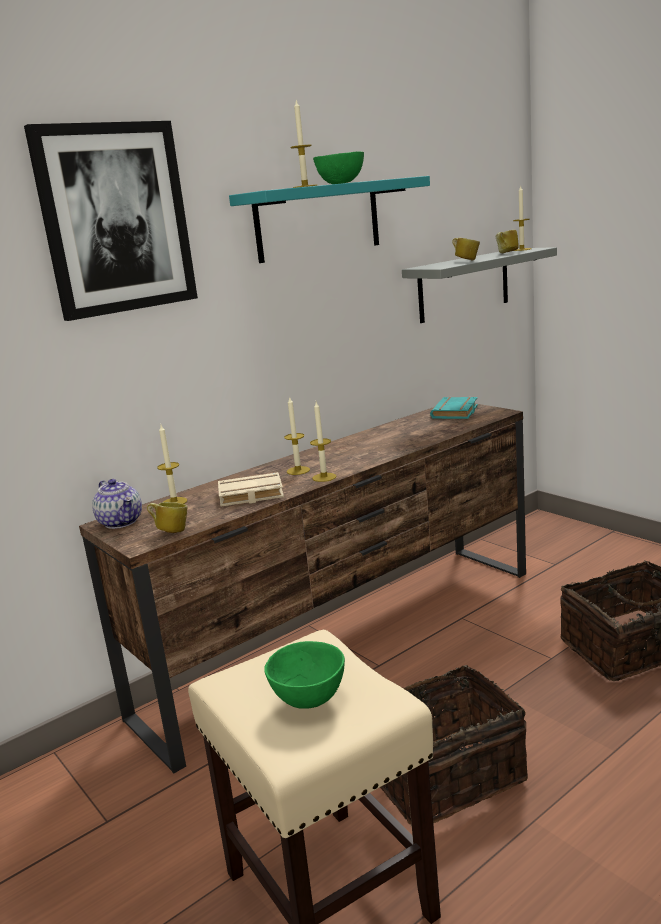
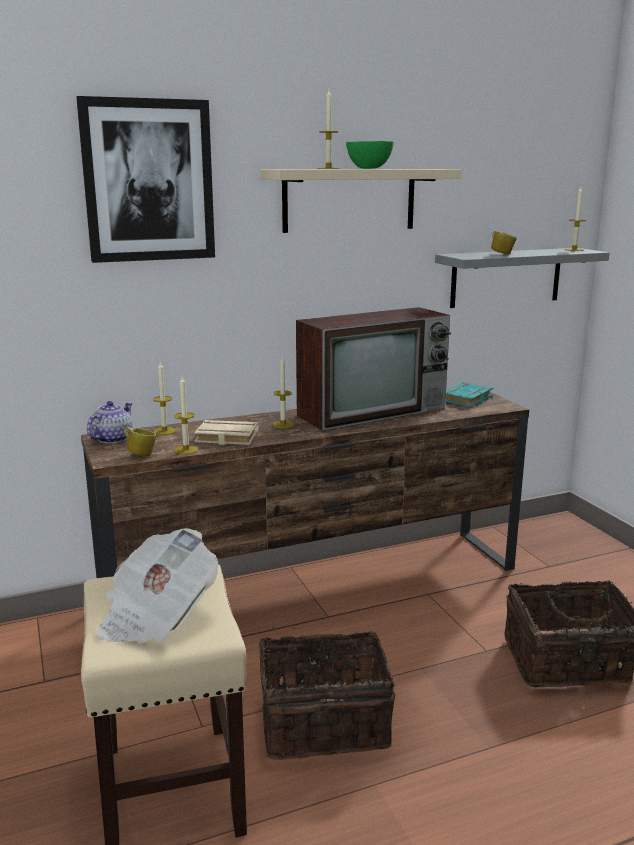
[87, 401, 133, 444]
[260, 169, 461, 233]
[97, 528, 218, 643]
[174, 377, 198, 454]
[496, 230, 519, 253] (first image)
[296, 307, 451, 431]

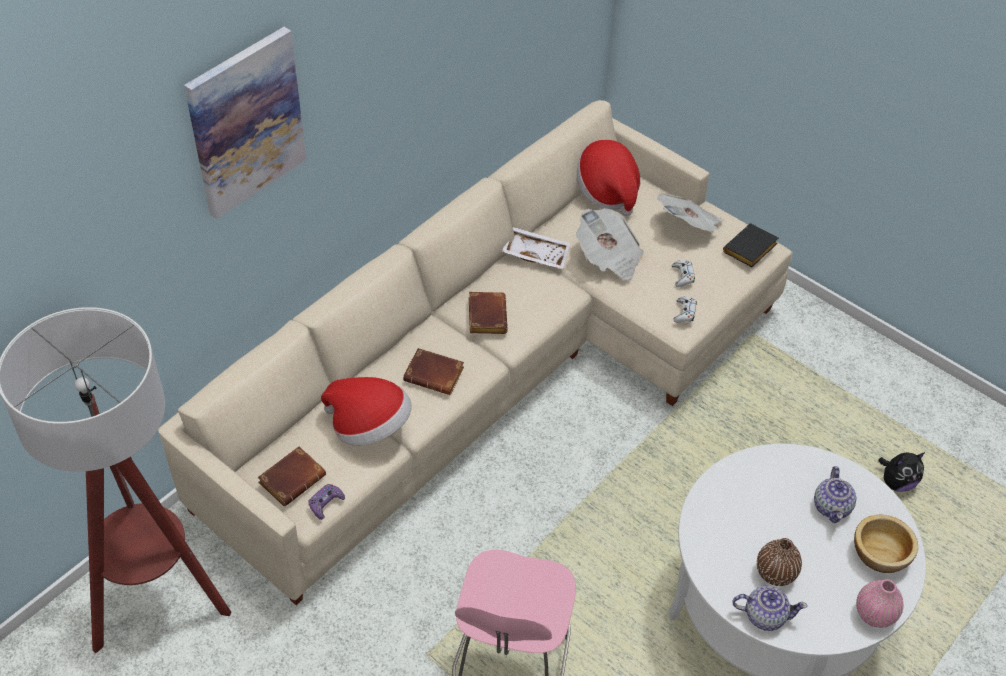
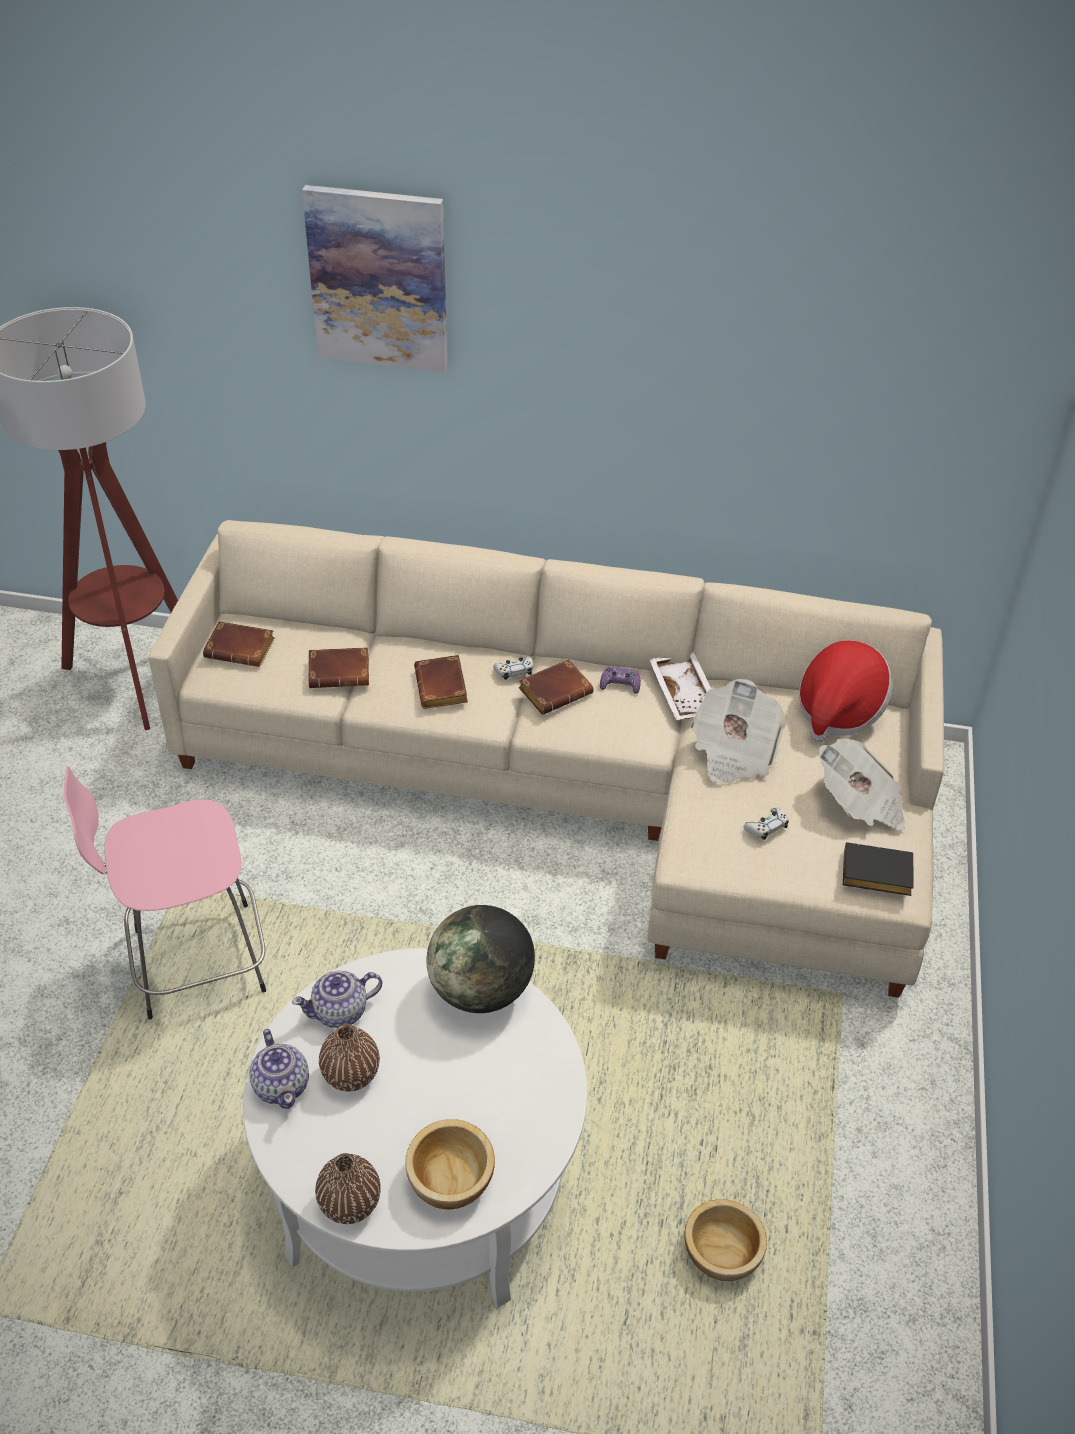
[600, 667, 641, 694]
[308, 647, 369, 688]
[493, 657, 533, 680]
[292, 970, 382, 1028]
[315, 1153, 381, 1224]
[684, 1199, 767, 1281]
[427, 905, 535, 1013]

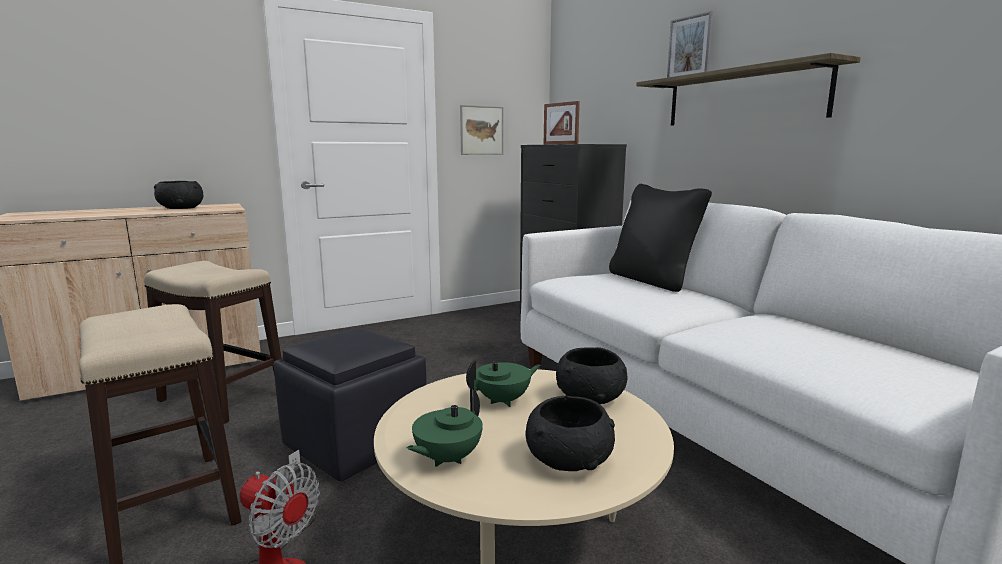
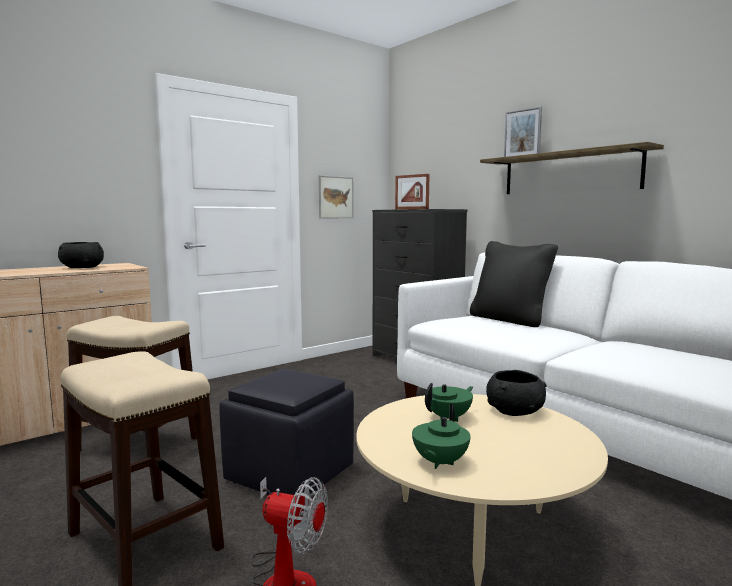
[525, 396, 615, 471] (first image)

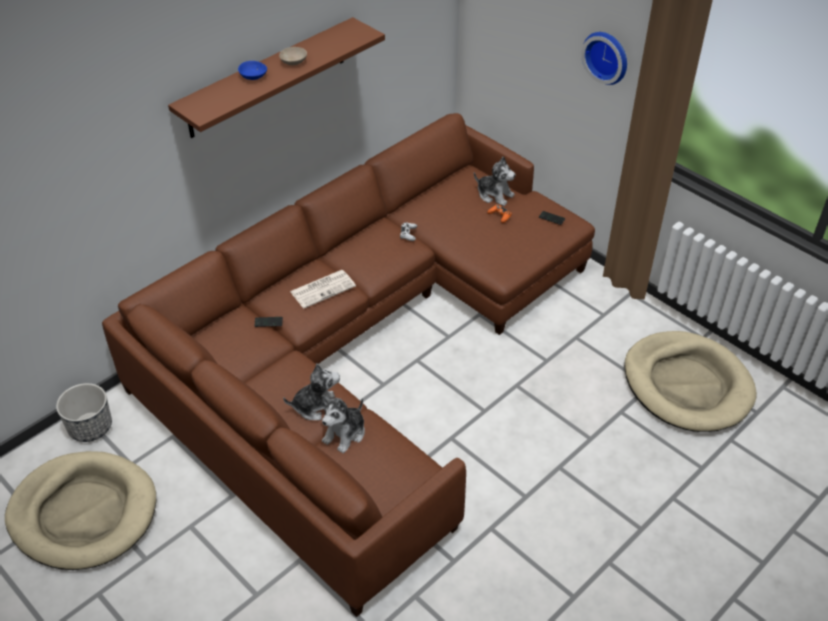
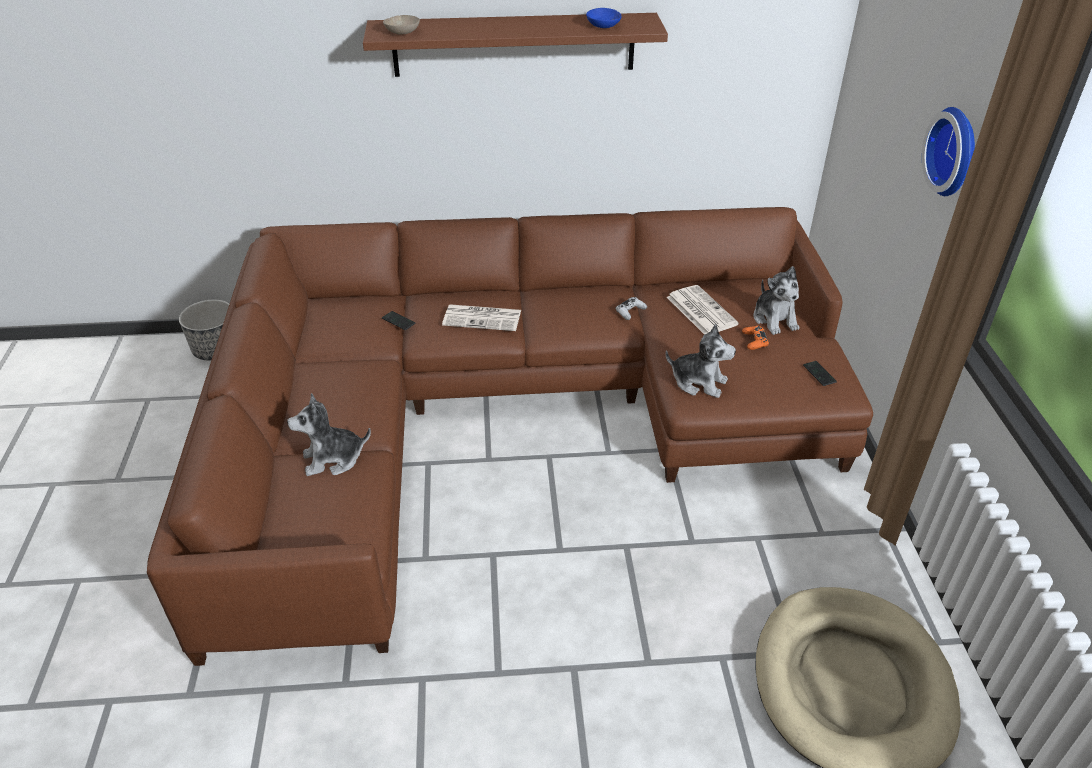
[5, 451, 156, 570] (first image)
[586, 8, 622, 28]
[383, 15, 420, 34]
[665, 324, 736, 398]
[667, 285, 739, 334]

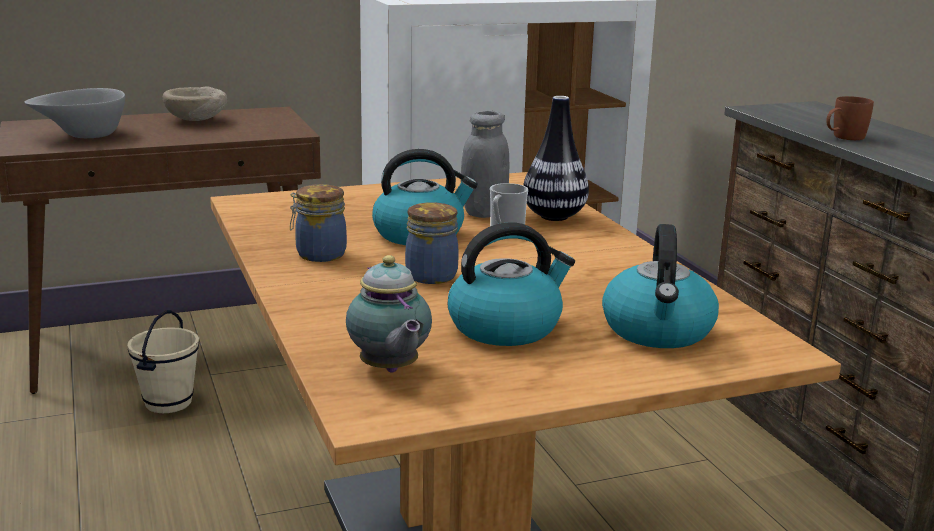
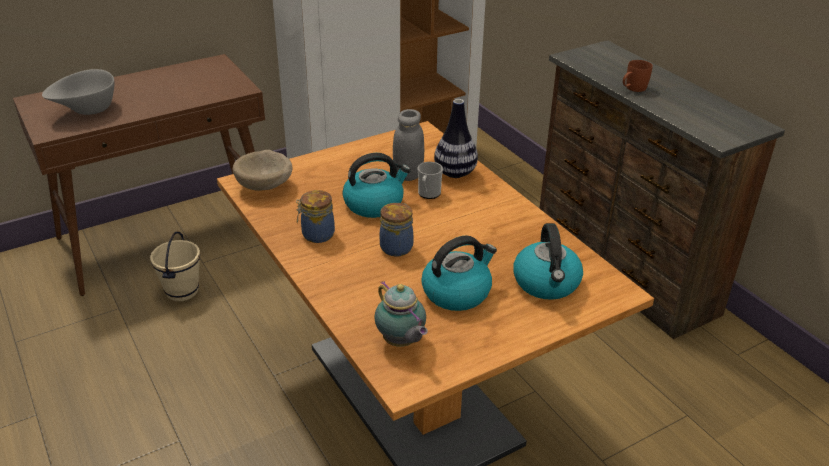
[233, 150, 293, 191]

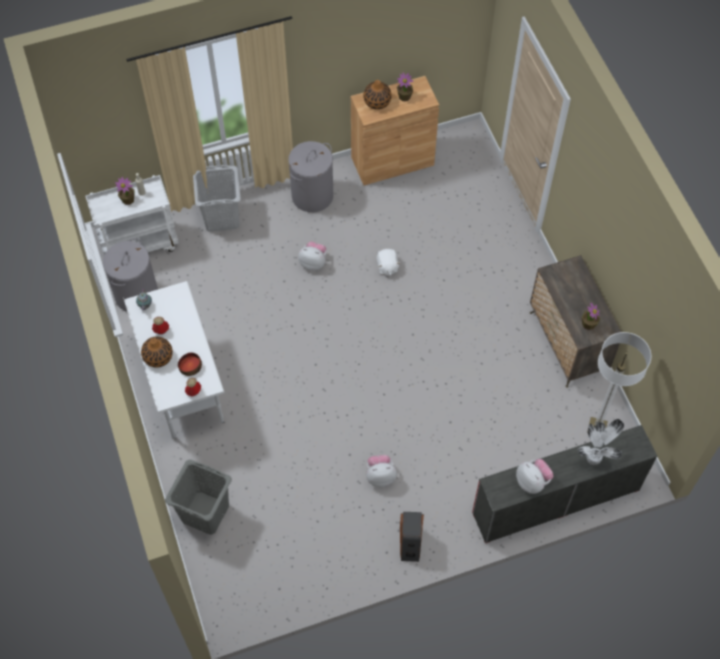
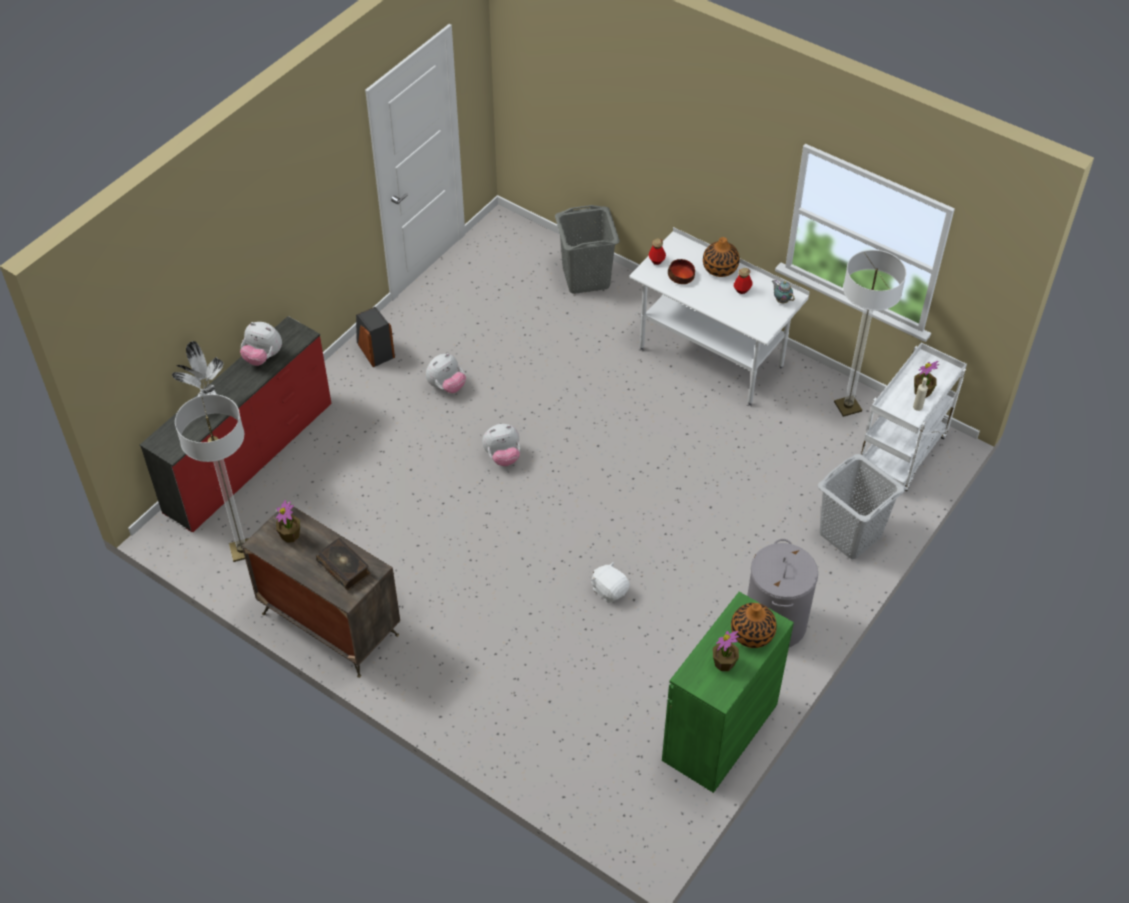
[834, 250, 907, 417]
[482, 424, 520, 466]
[662, 592, 794, 793]
[316, 538, 371, 590]

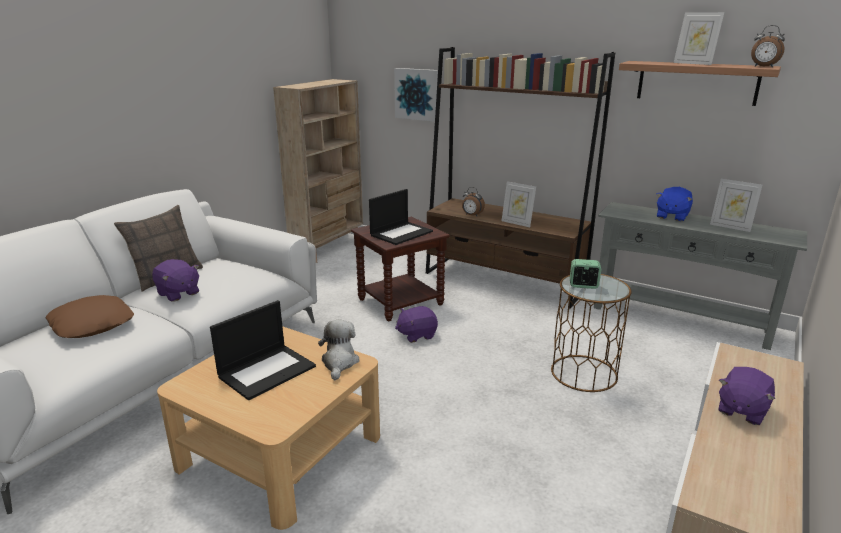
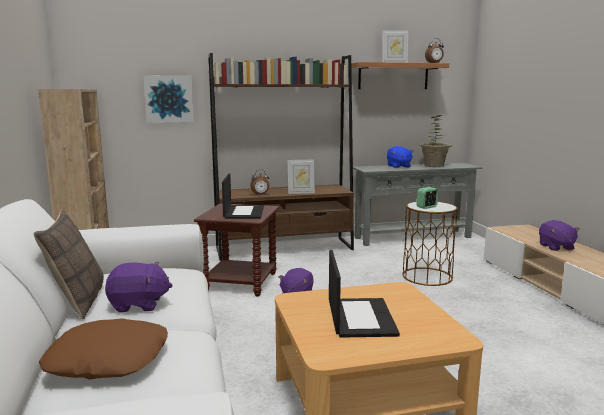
[318, 319, 360, 380] (first image)
[419, 115, 452, 167]

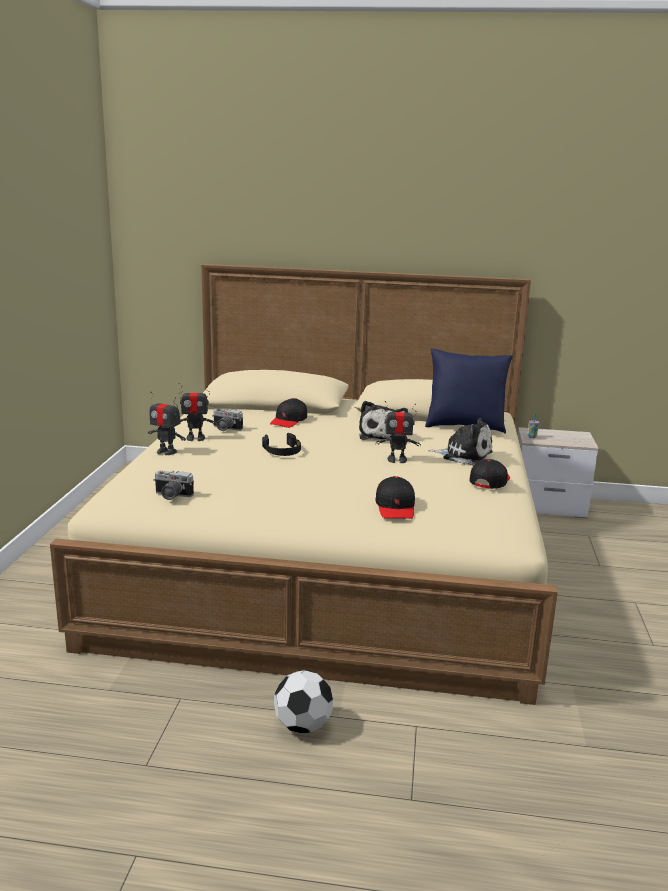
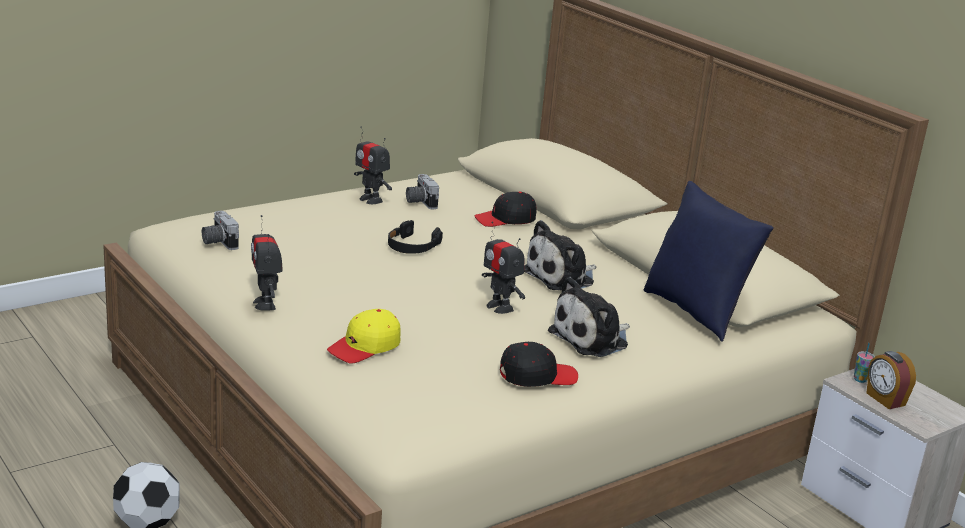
[251, 215, 283, 311]
[327, 309, 400, 364]
[548, 277, 630, 357]
[867, 351, 916, 409]

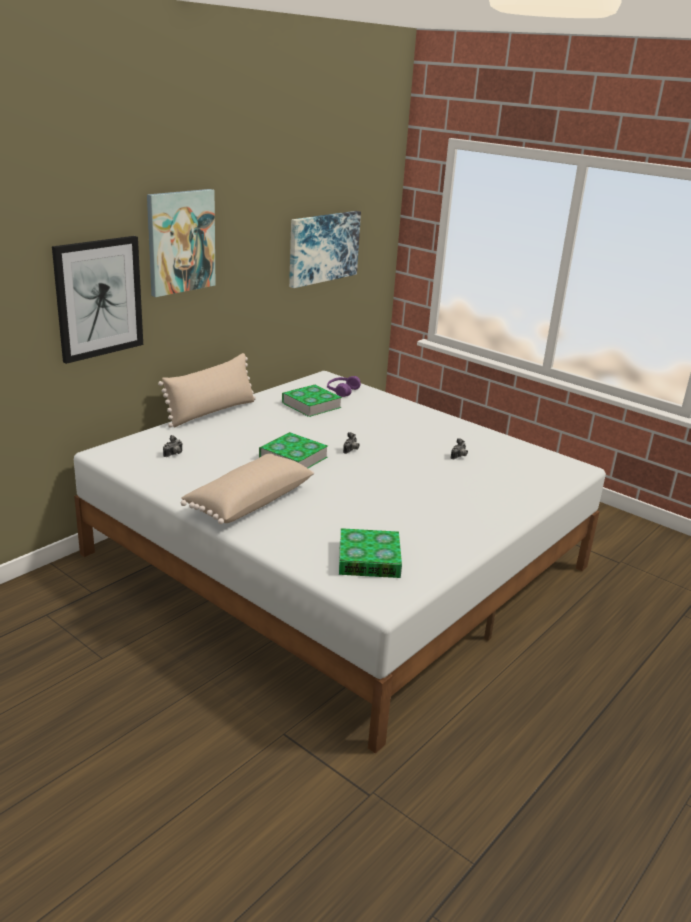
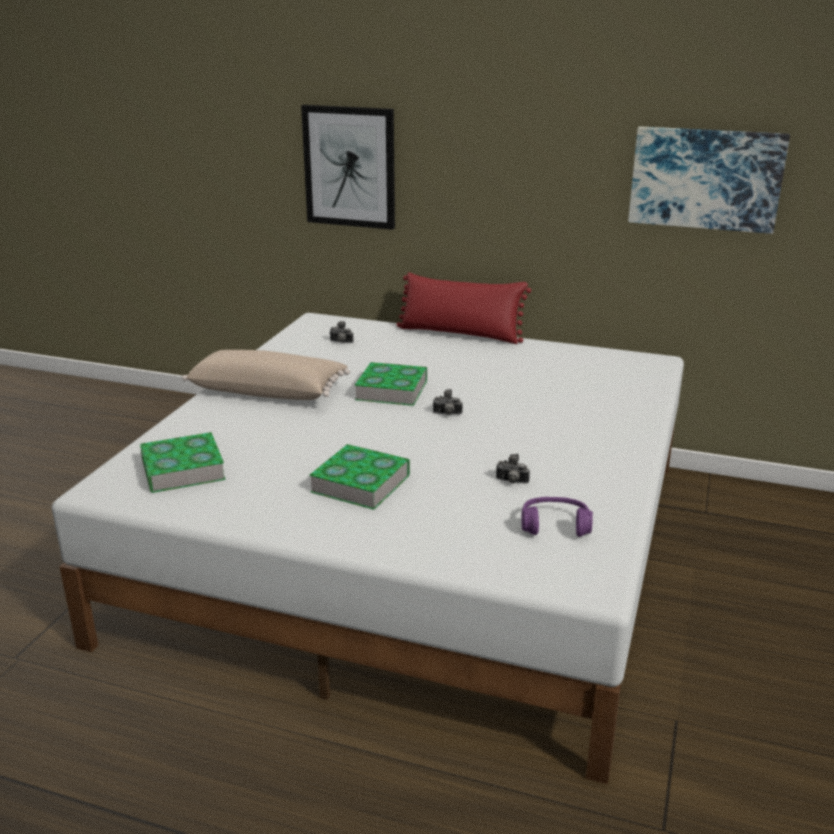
[147, 189, 215, 297] (first image)
[396, 272, 531, 344]
[309, 444, 410, 510]
[521, 497, 593, 537]

